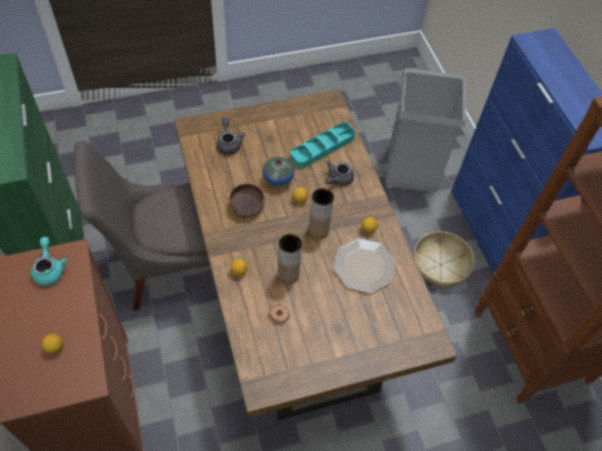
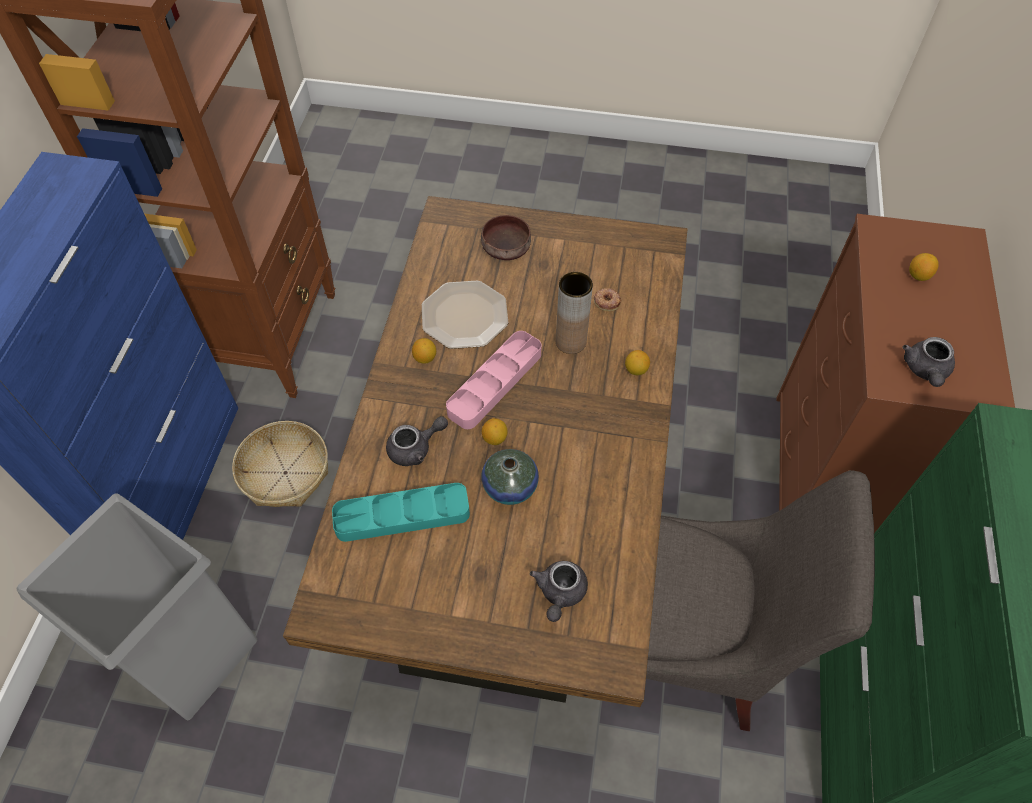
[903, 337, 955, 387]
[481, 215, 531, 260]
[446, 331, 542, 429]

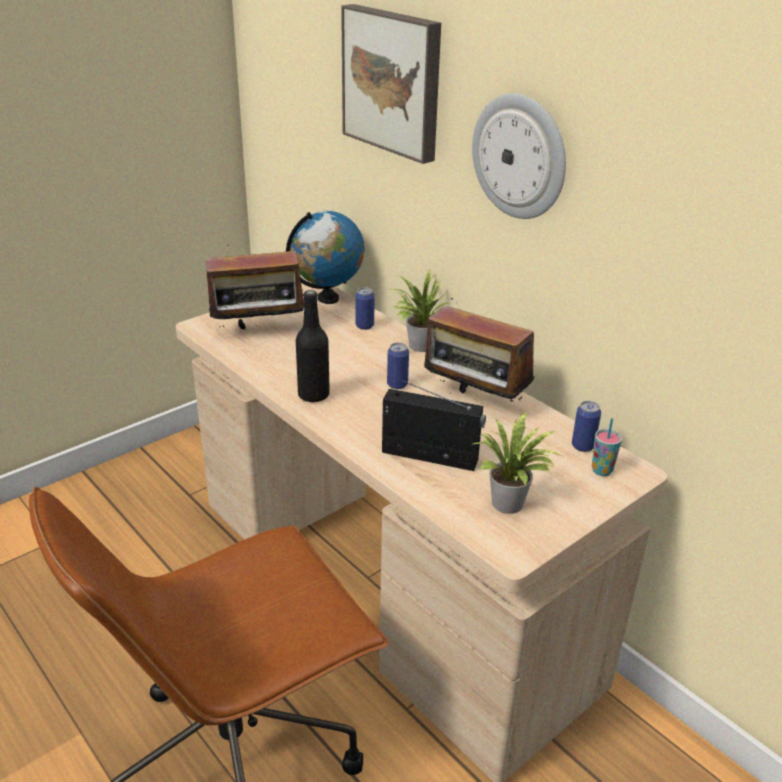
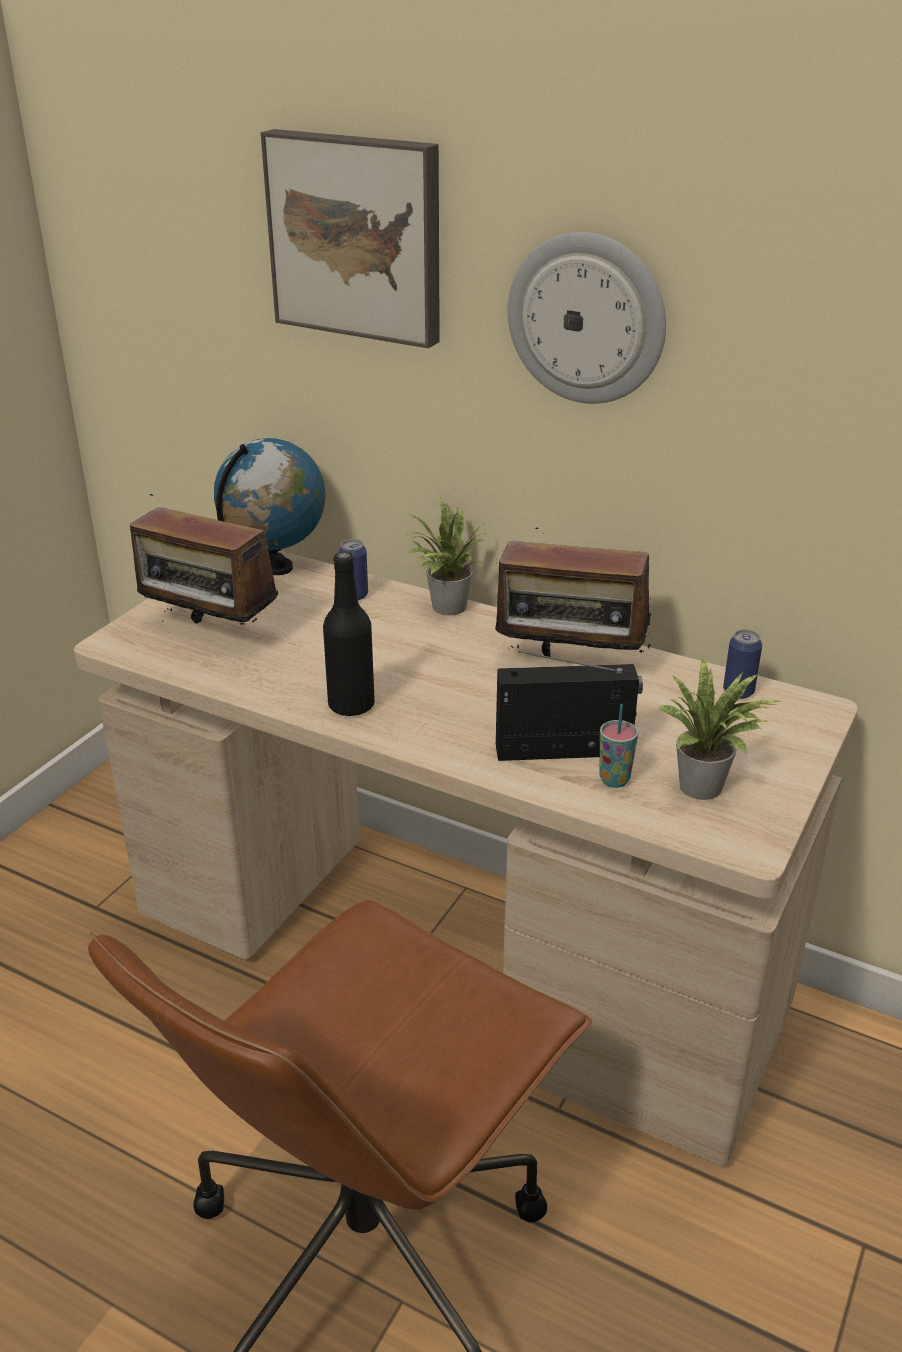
[130, 487, 278, 628]
[387, 342, 409, 389] (first image)
[600, 704, 638, 788]

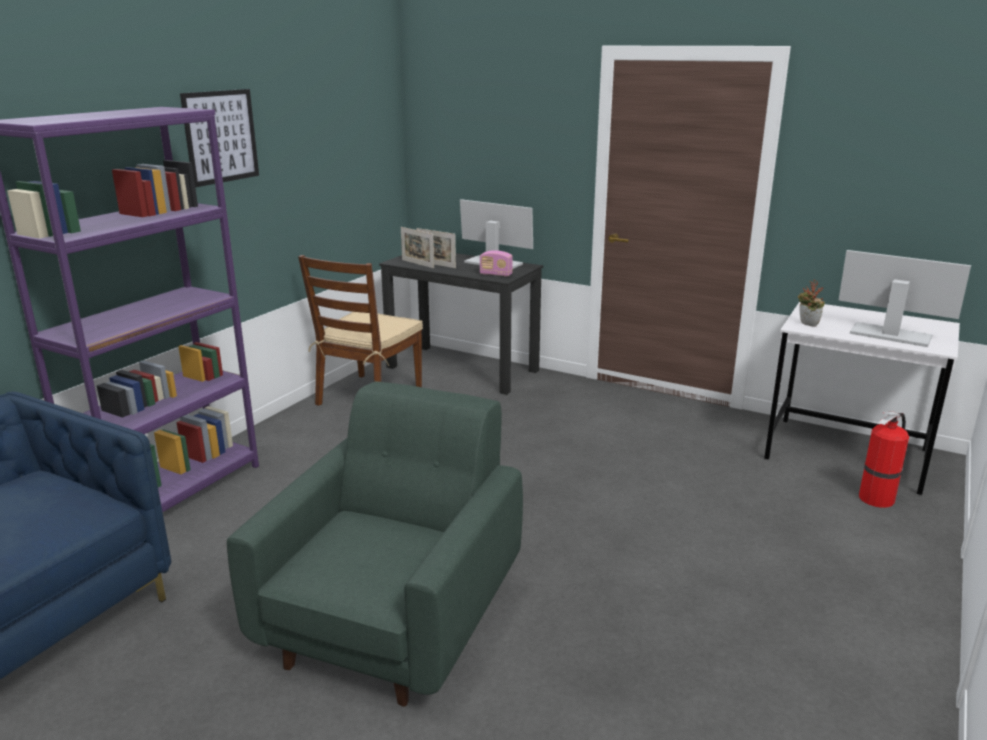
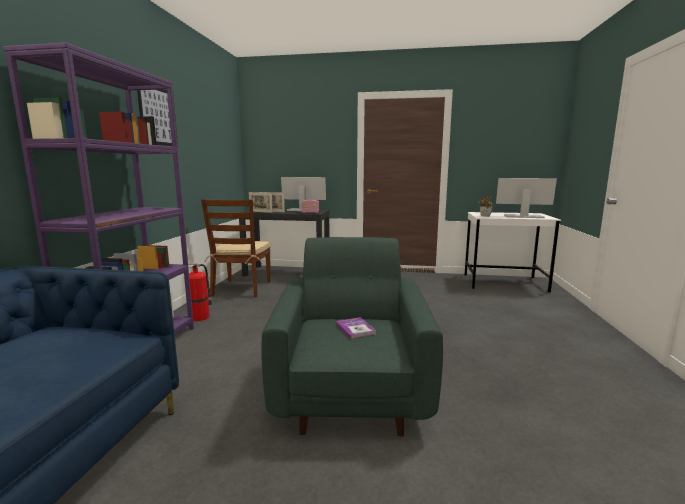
[188, 263, 212, 321]
[336, 317, 376, 339]

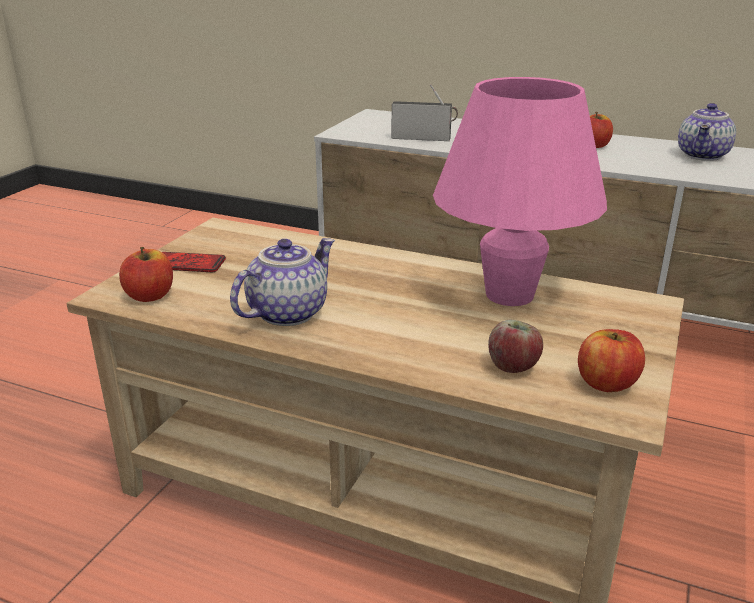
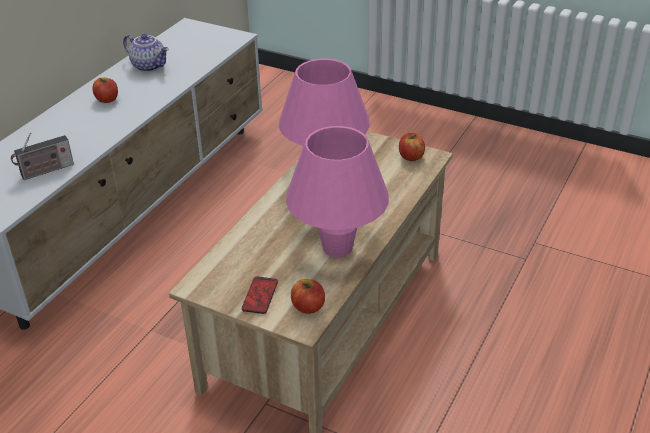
[286, 126, 389, 258]
[11, 132, 74, 180]
[488, 320, 543, 373] (first image)

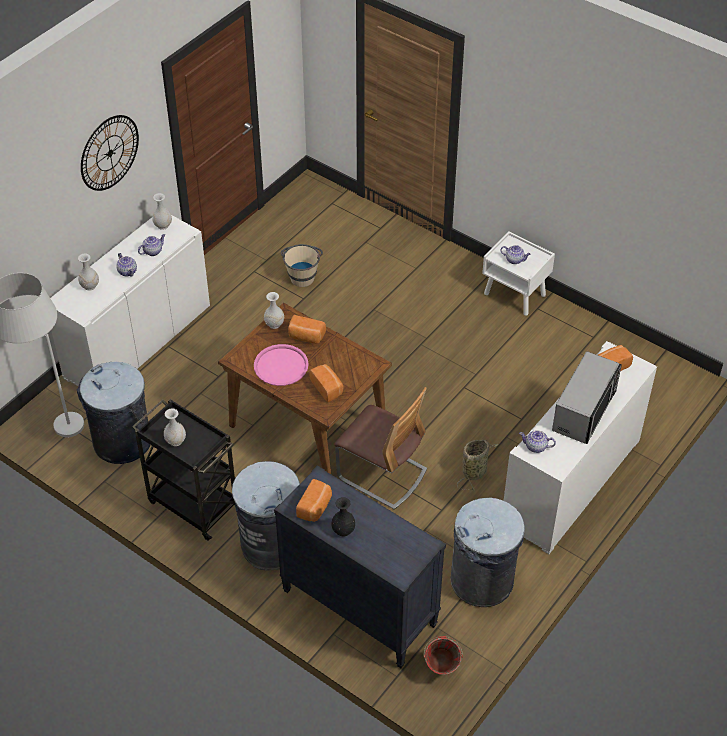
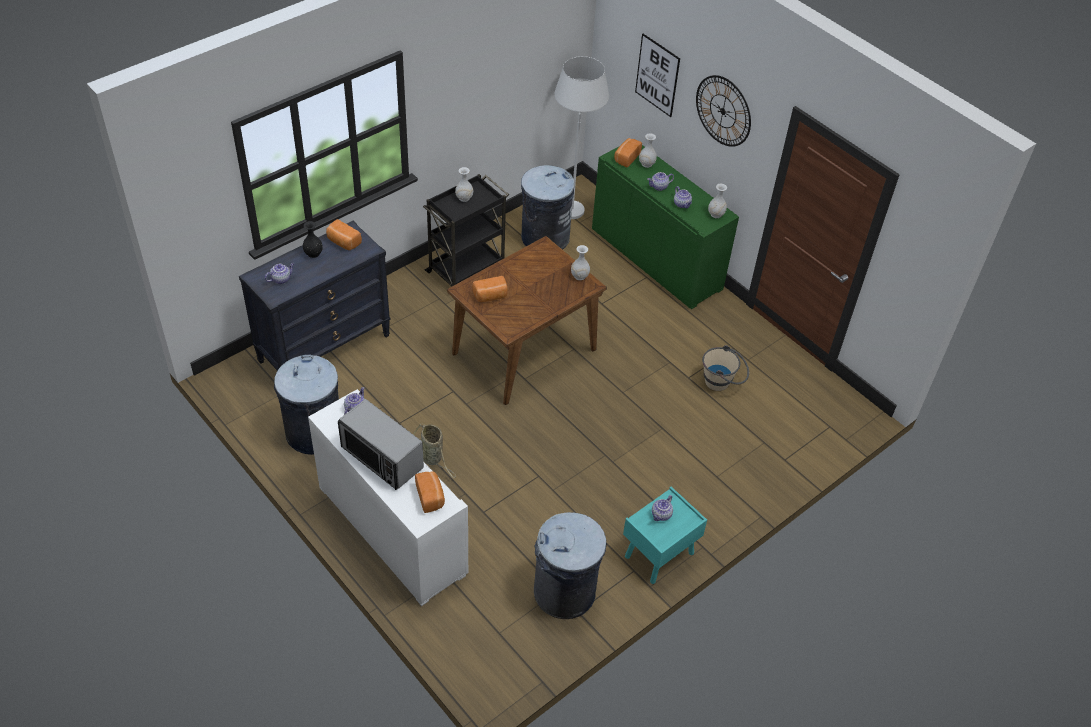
[592, 145, 739, 309]
[534, 512, 607, 619]
[254, 344, 309, 386] (first image)
[614, 138, 642, 168]
[334, 387, 427, 510] (first image)
[424, 636, 463, 675] (first image)
[623, 487, 707, 584]
[265, 263, 295, 284]
[635, 34, 680, 117]

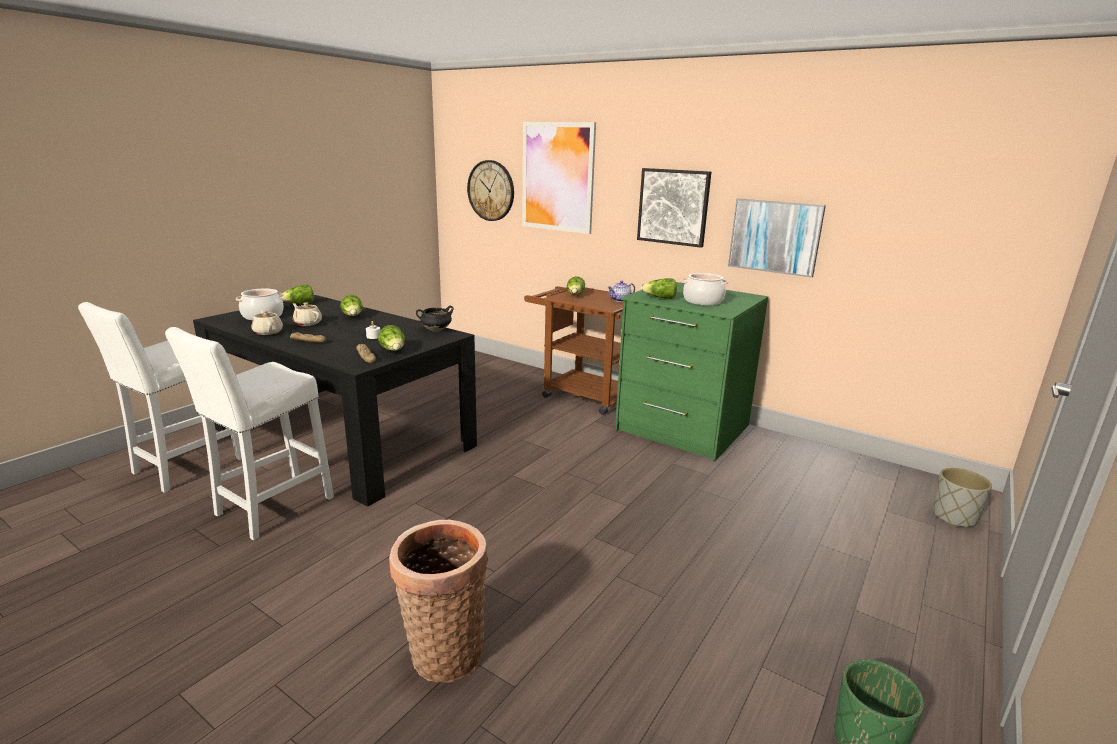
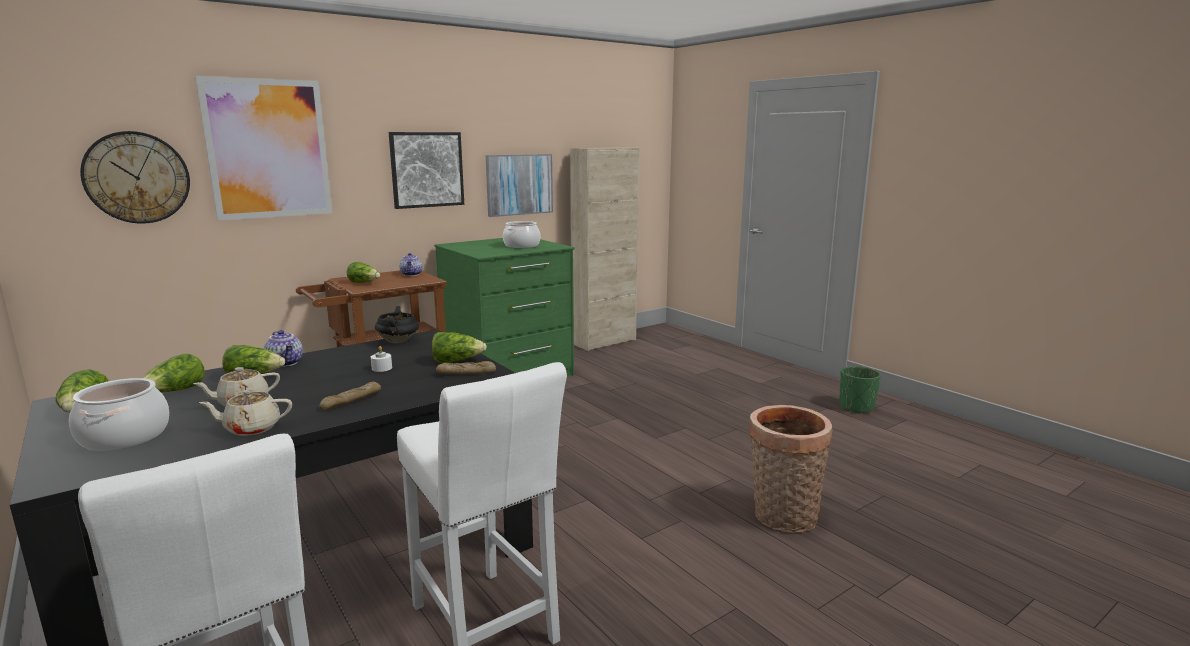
[143, 353, 205, 392]
[933, 468, 992, 527] (first image)
[264, 330, 303, 367]
[570, 147, 639, 351]

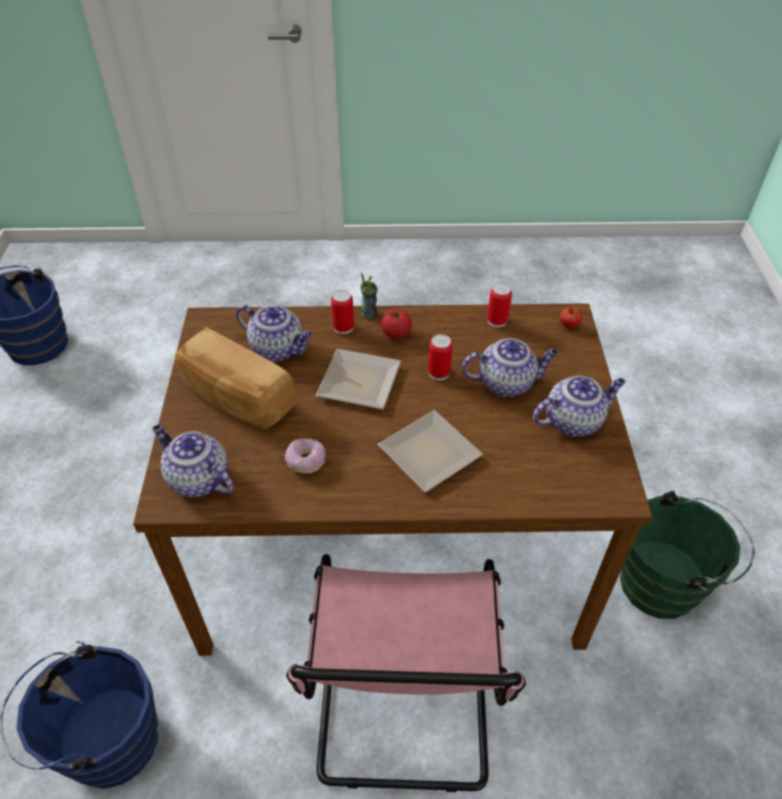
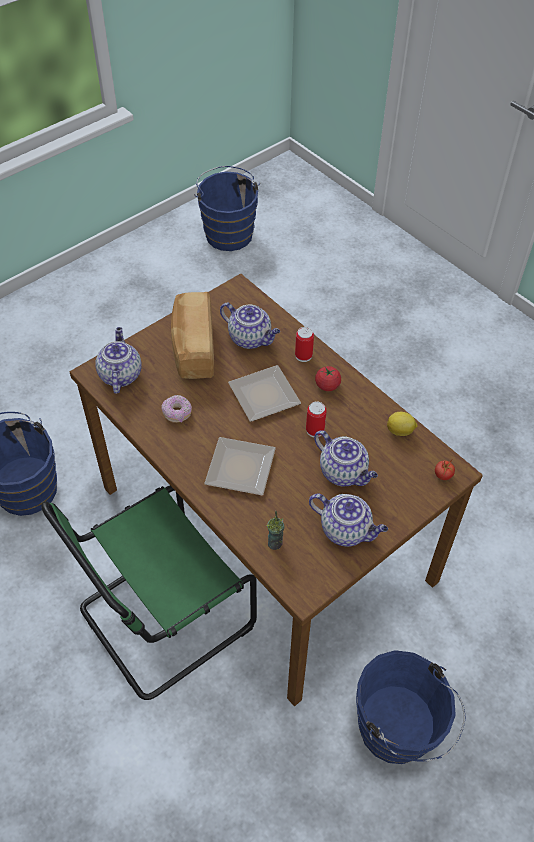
[220, 303, 280, 349]
[41, 486, 257, 700]
[266, 511, 284, 550]
[387, 412, 418, 436]
[356, 650, 465, 764]

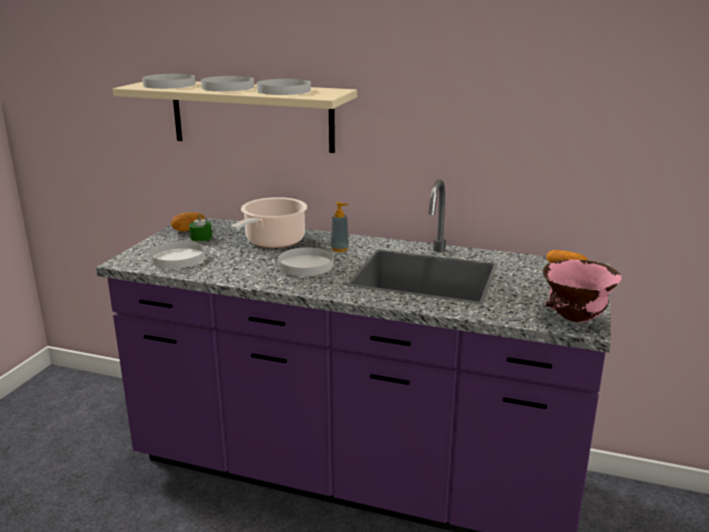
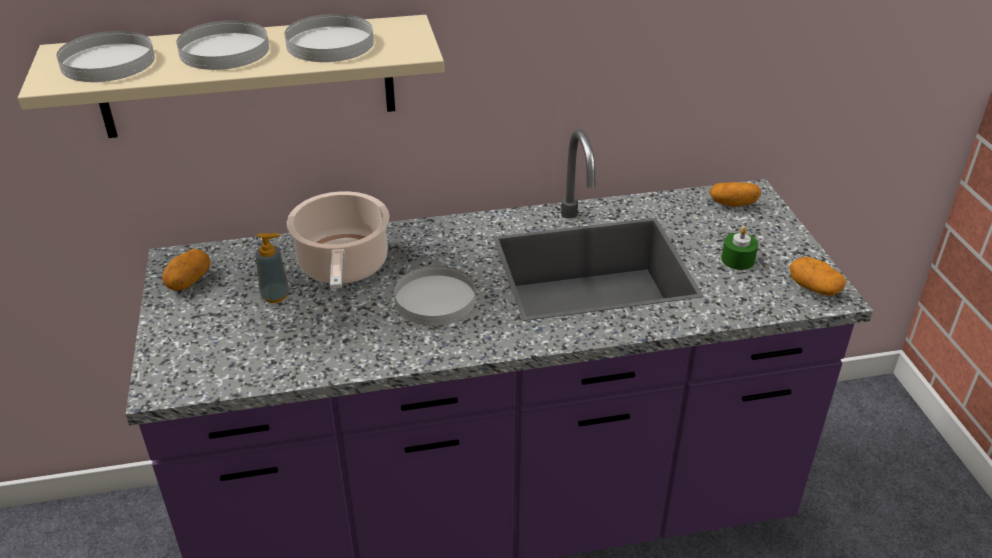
[150, 241, 206, 269] (first image)
[721, 227, 758, 270]
[255, 233, 289, 303]
[789, 257, 847, 296]

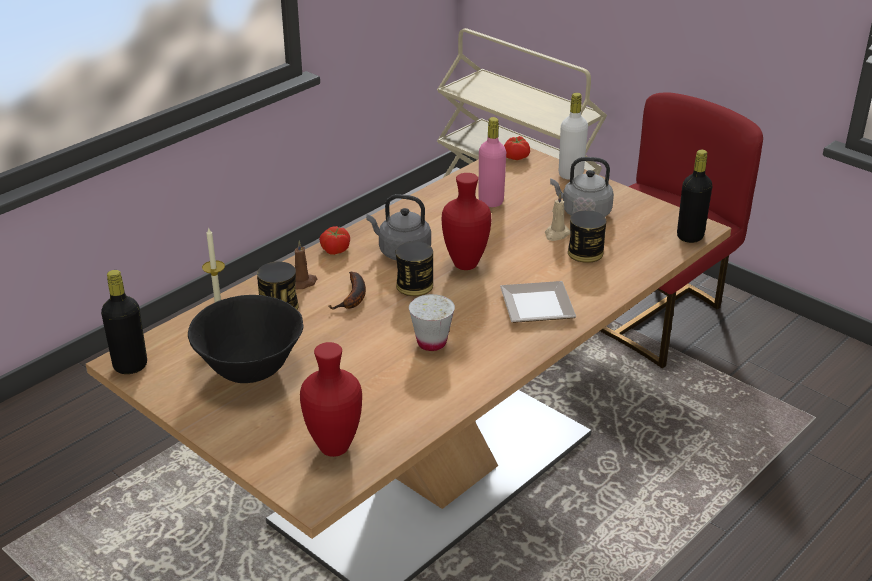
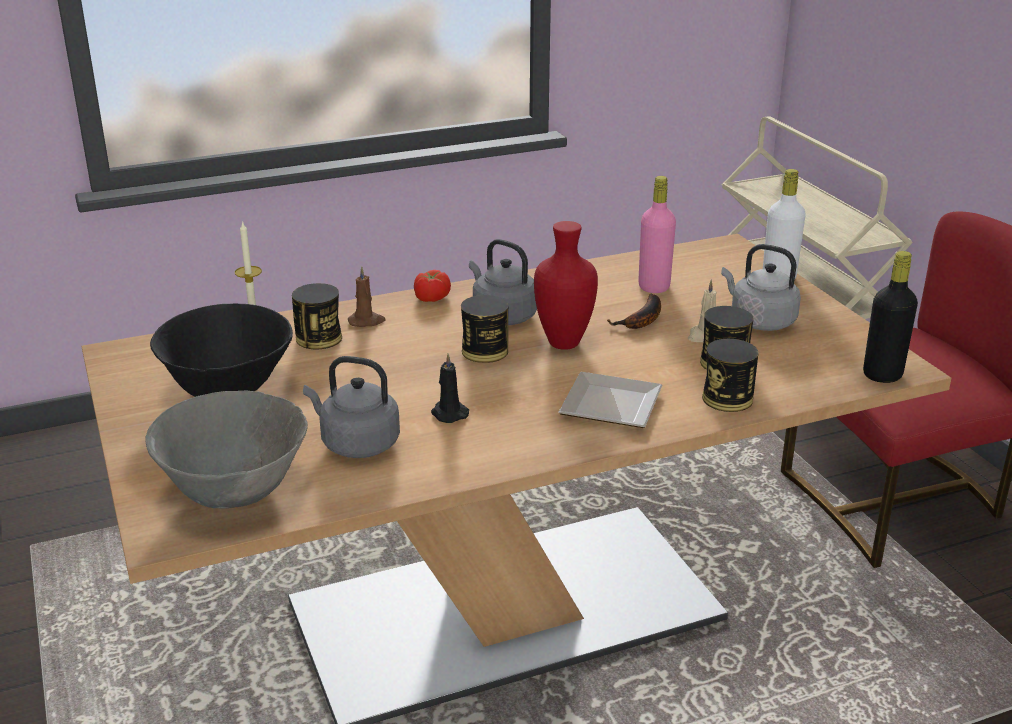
[101, 270, 147, 374] (first image)
[145, 390, 308, 509]
[607, 294, 661, 329]
[431, 354, 469, 423]
[504, 136, 530, 160] (first image)
[303, 356, 400, 458]
[702, 339, 758, 412]

